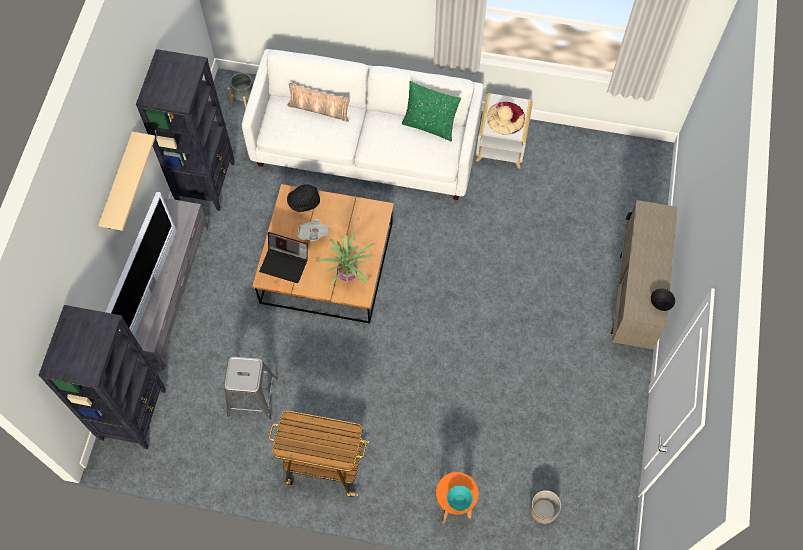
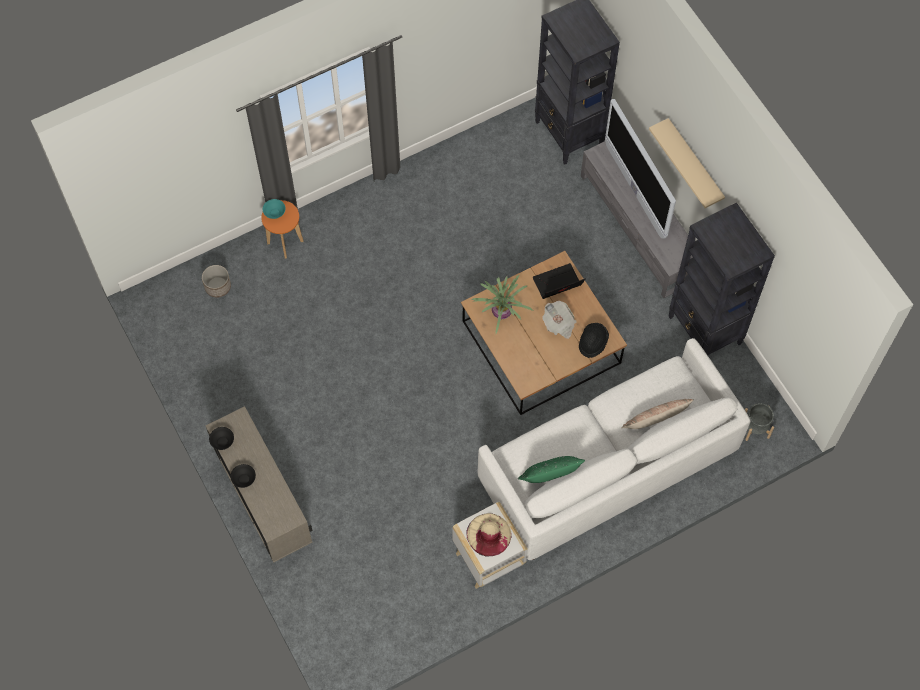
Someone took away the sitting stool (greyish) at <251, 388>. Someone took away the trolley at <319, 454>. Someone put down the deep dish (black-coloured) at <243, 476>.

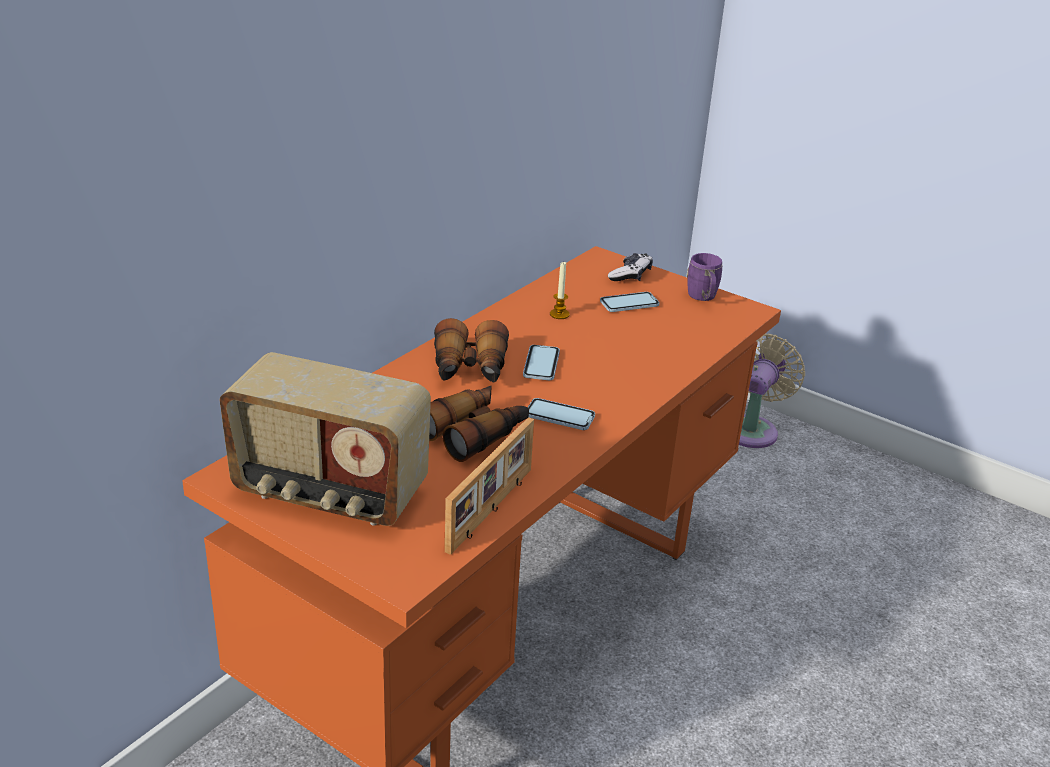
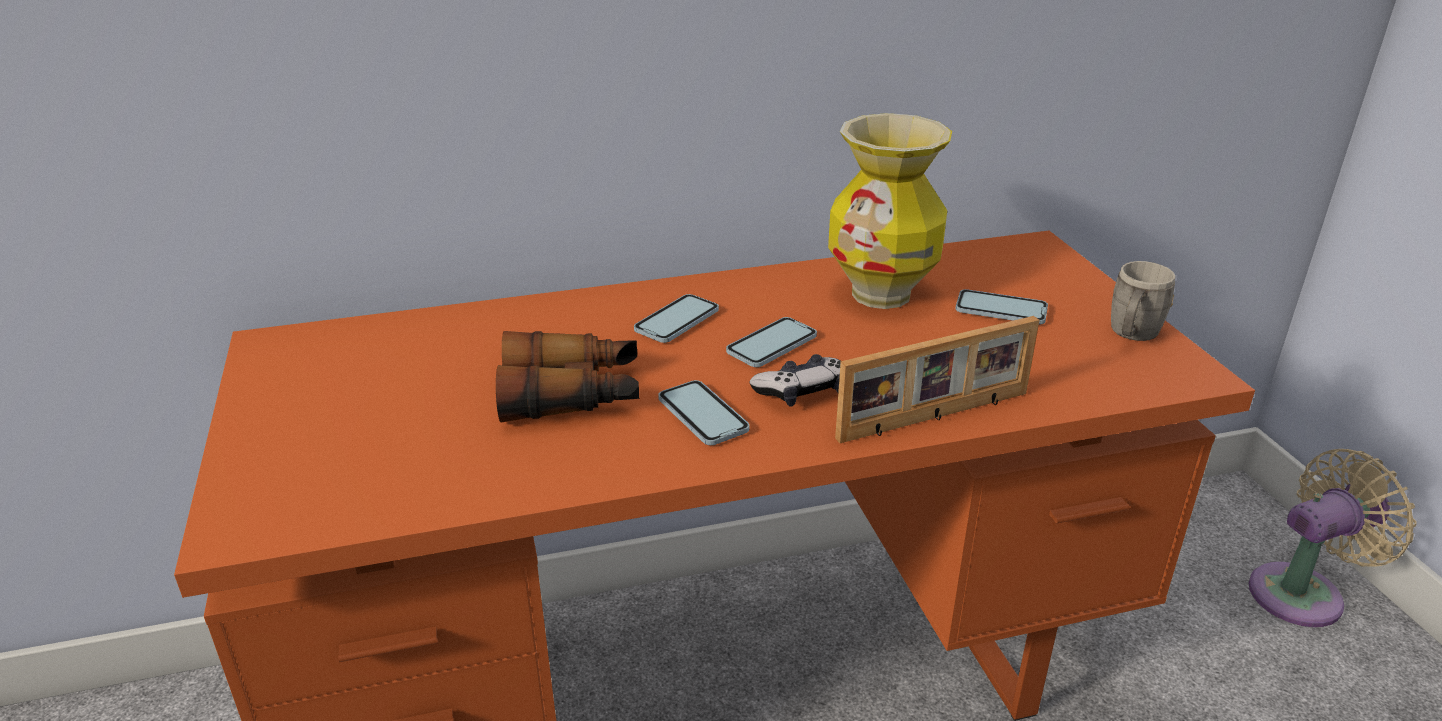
Someone took away the radio set at <325, 439>. Someone carried the standing frame from <489, 486> to <937, 379>. Someone carried the gamepad from <630, 267> to <795, 380>. Someone swapped the field glasses at <471, 350> for the telephone at <676, 318>. Someone swapped the wax light at <560, 290> for the vase at <890, 211>. Someone repainted the mug (purplish) at <704, 277>, which became the mug (greyish) at <1143, 301>.

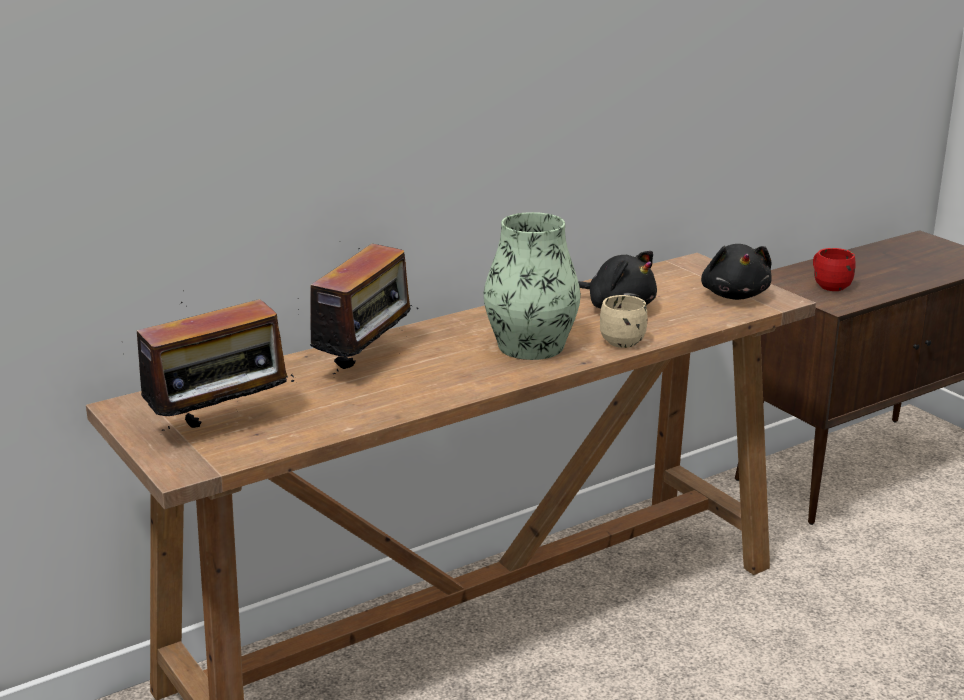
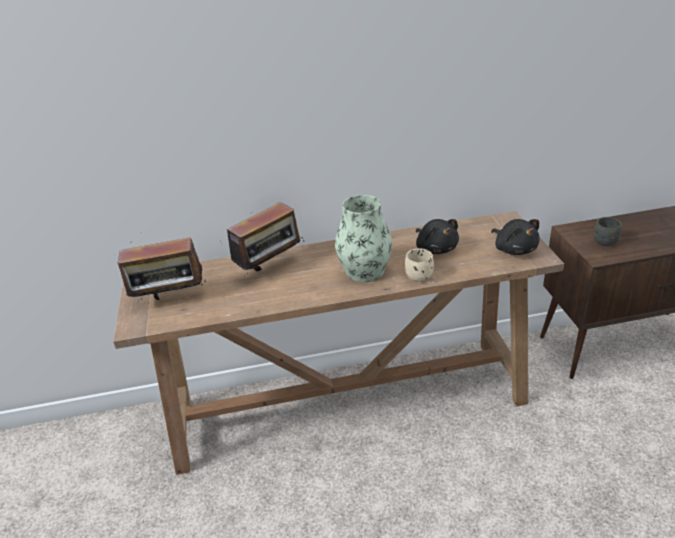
Someone repainted the mug (red-coloured) at <834, 269>, which became the mug (greyish) at <607, 231>. Someone rotated the plush toy (black-coloured) at <736, 272> by 45 degrees counterclockwise.

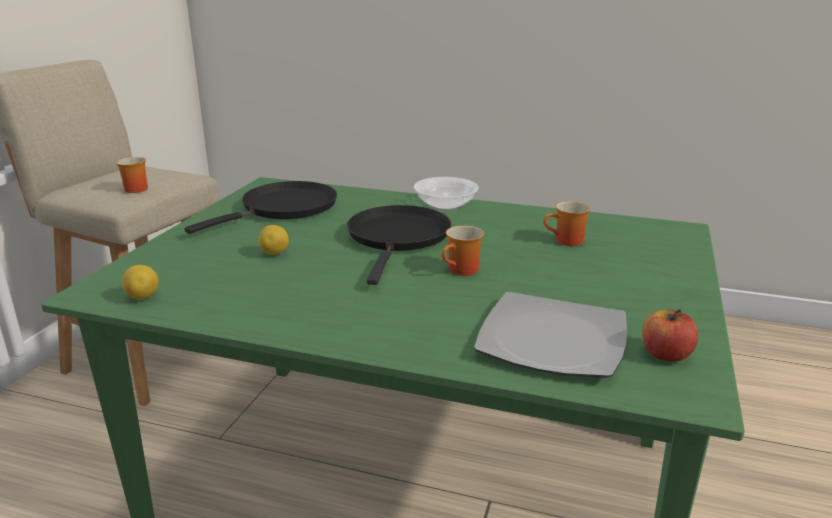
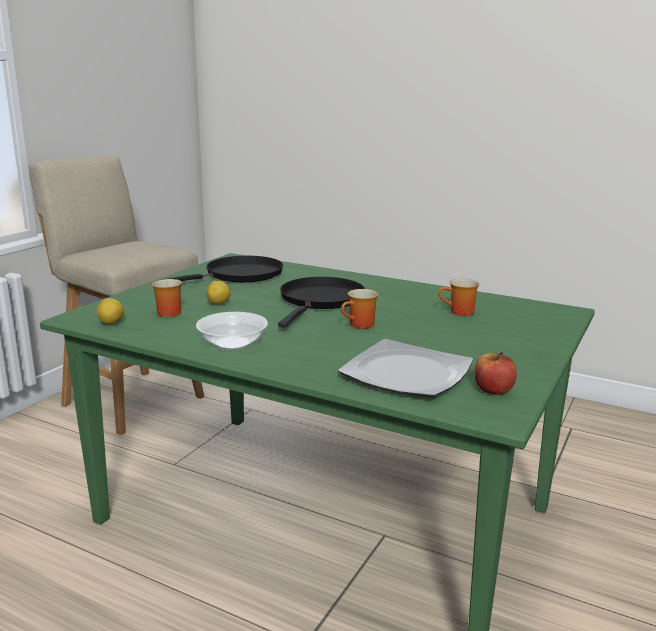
Someone carried the mug from <132, 175> to <167, 298>. Someone carried the deep dish from <446, 194> to <232, 331>.

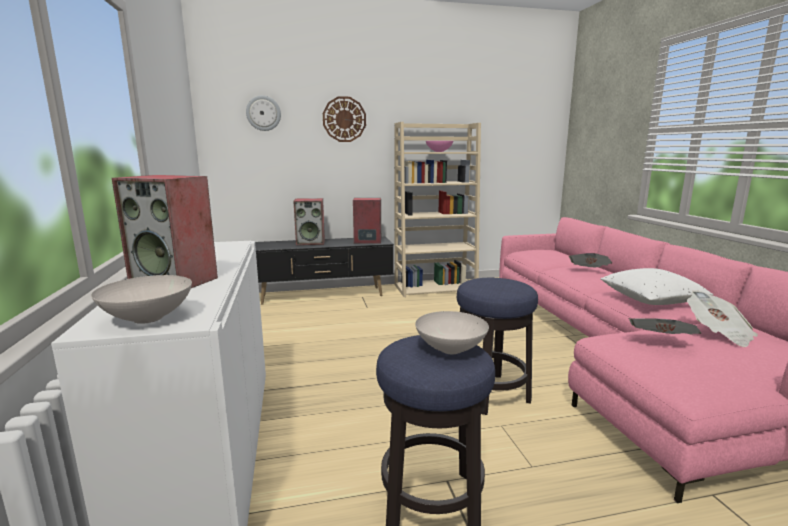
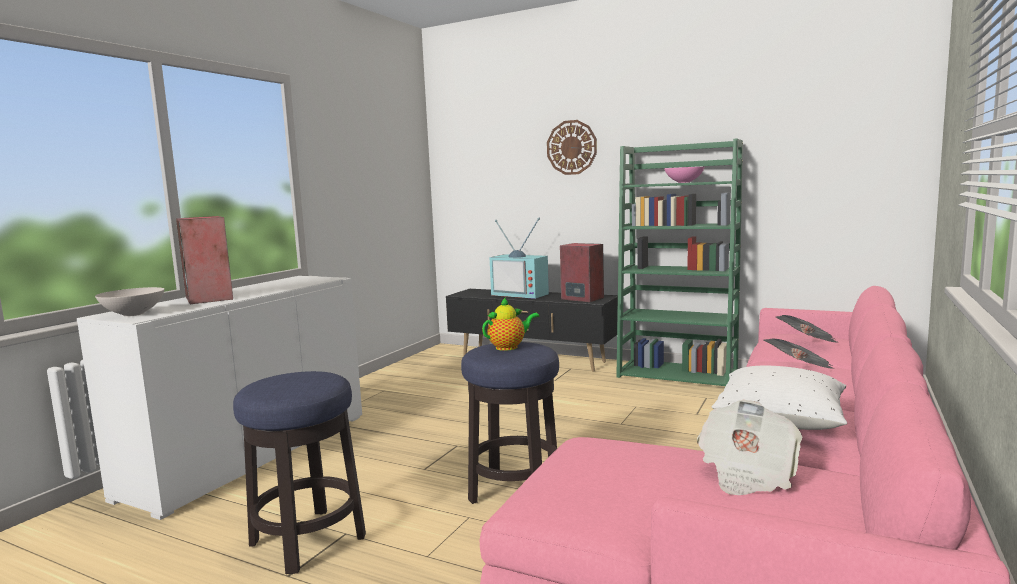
Someone took away the wall clock at <263, 113>. Someone took away the deep dish (white-coloured) at <452, 332>. Someone put down the pot for tea at <510, 324>. Someone carried the newspaper from <664, 326> to <806, 328>. Someone swapped the loudspeaker at <309, 221> for the TV set at <519, 258>. Someone repainted the bookshelf (beige) at <438, 209>, which became the bookshelf (green) at <679, 262>.

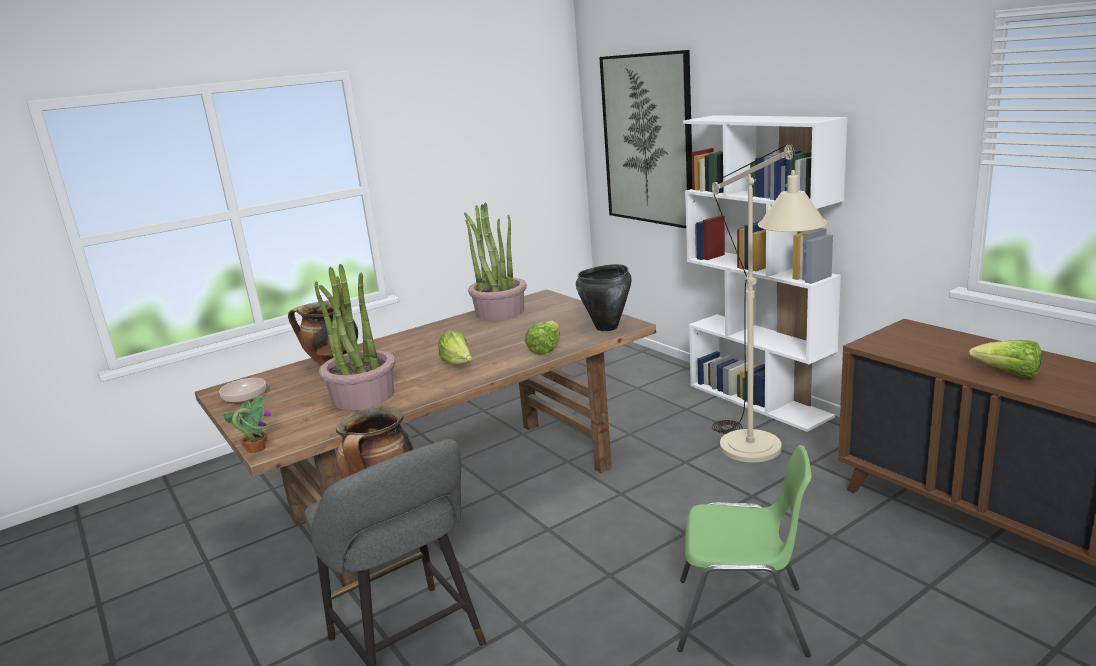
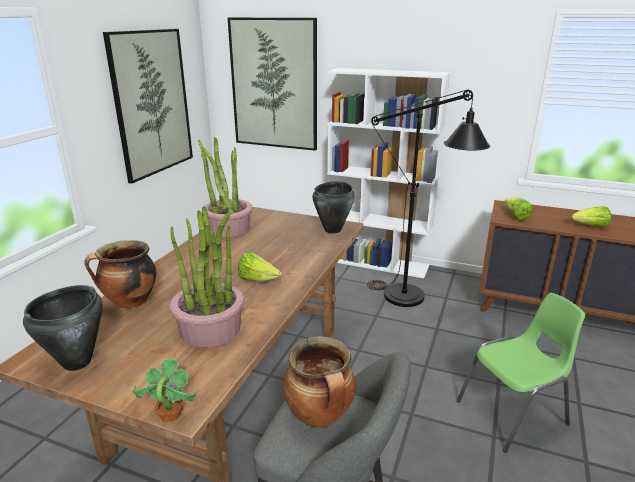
Someone put up the picture at <148, 106>. Someone carried the head of lettuce from <542, 337> to <518, 209>. Someone swapped the deep dish at <242, 391> for the cooking pot (black-coloured) at <63, 328>. Someone repainted the standard lamp (beige) at <769, 303>, which became the standard lamp (black-coloured) at <428, 198>.

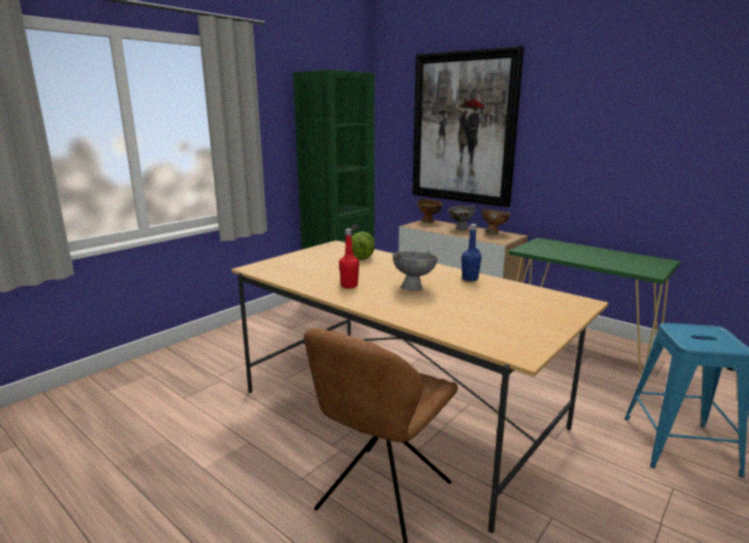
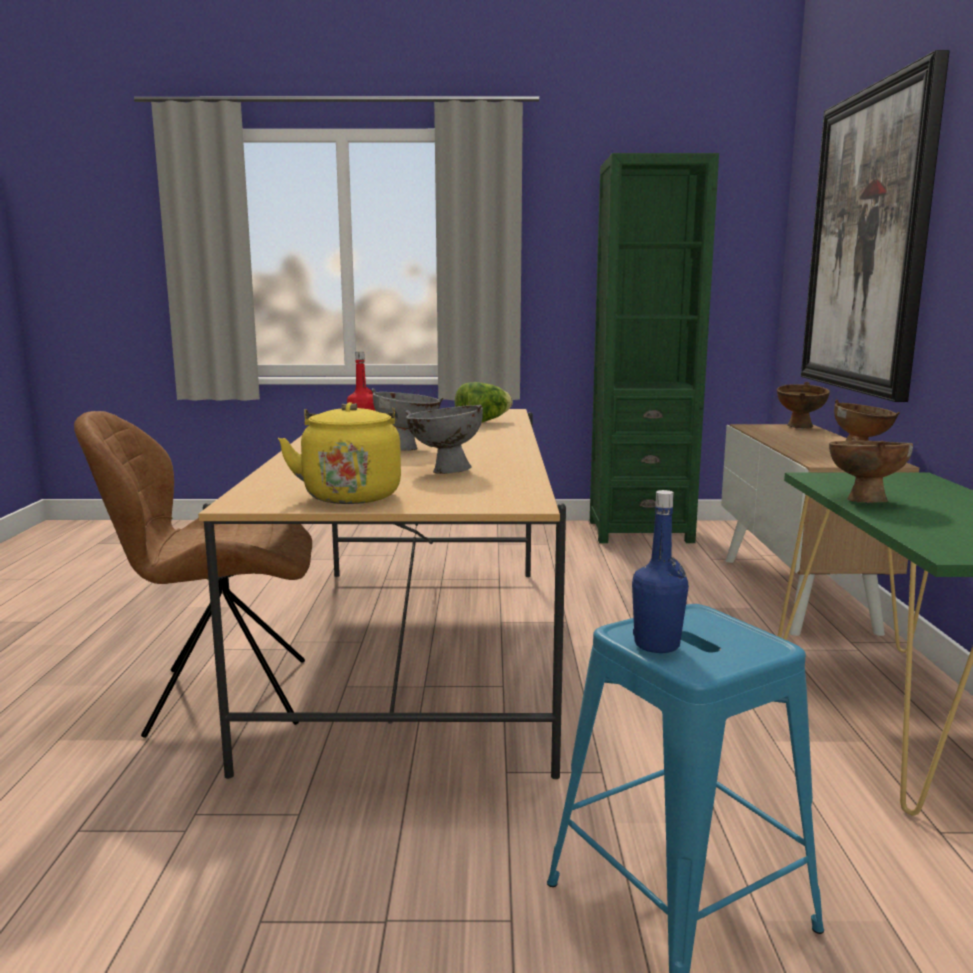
Someone put down the kettle (yellow) at <339, 453>. Someone put down the deep dish (brown) at <871, 469>. Someone carried the deep dish (greyish) from <461, 217> to <444, 439>. Someone carried the beverage bottle (blue-coloured) from <471, 252> to <660, 571>.

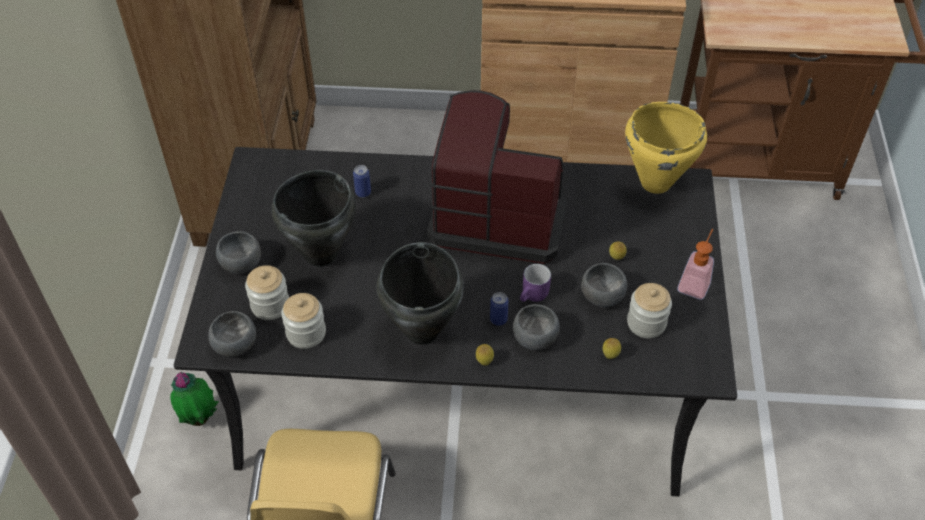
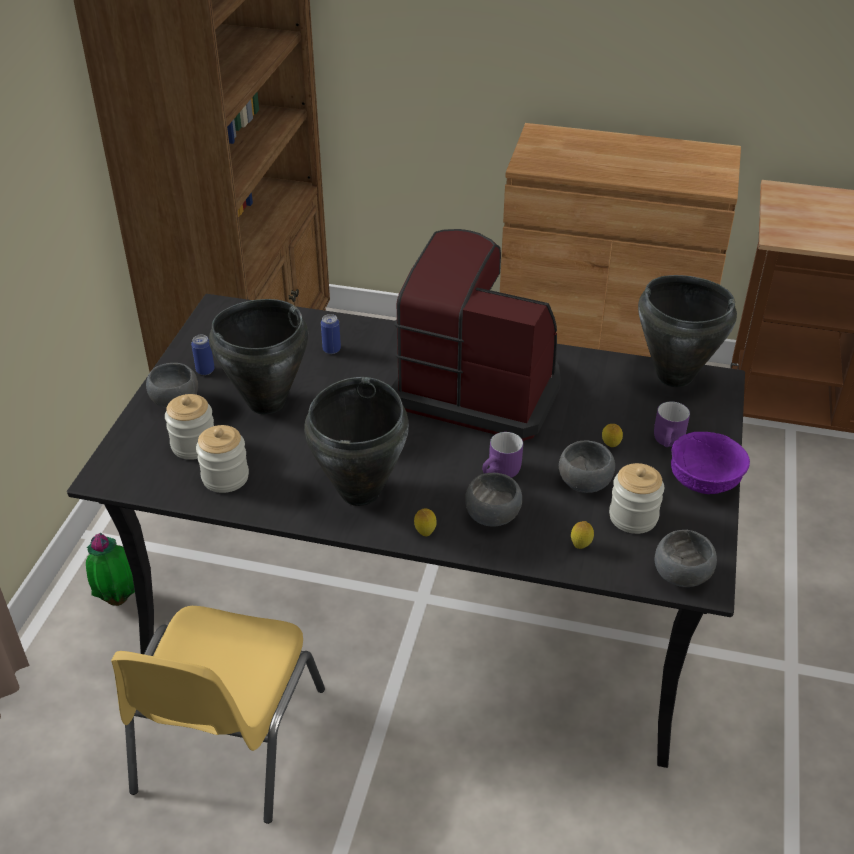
Someone put down the mug (purplish) at <672, 424>. Someone carried the deep dish (greyish) from <232, 334> to <686, 558>. Someone carried the can from <499, 309> to <203, 355>. Someone swapped the soap bottle at <695, 264> for the deep dish (purplish) at <710, 463>. Someone repainted the cooking pot (yellow) at <666, 148>, which became the cooking pot (black-coloured) at <687, 331>.

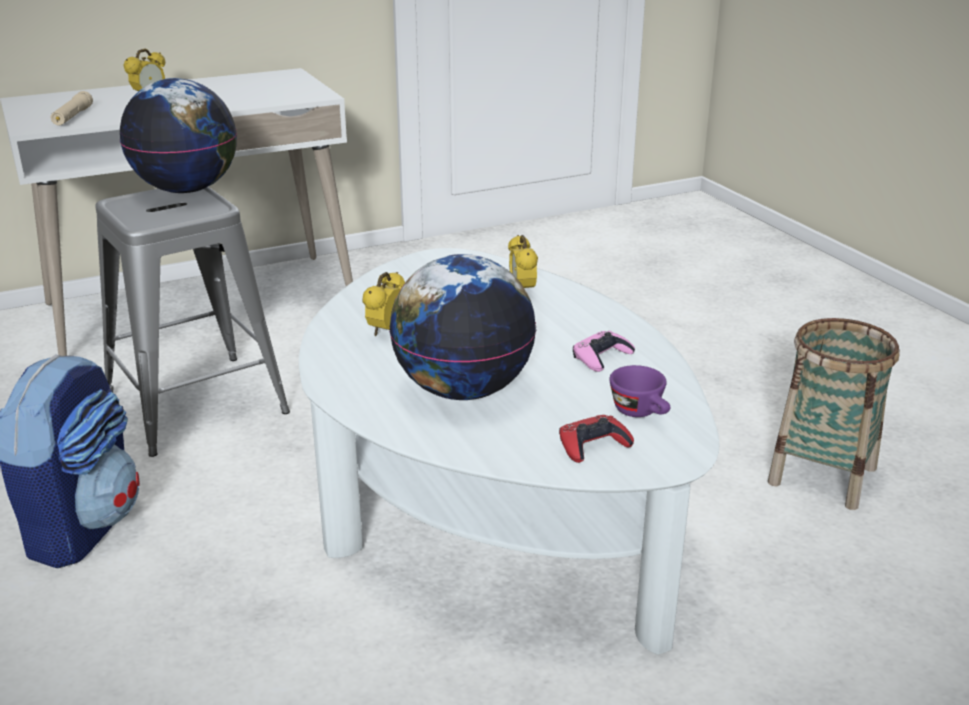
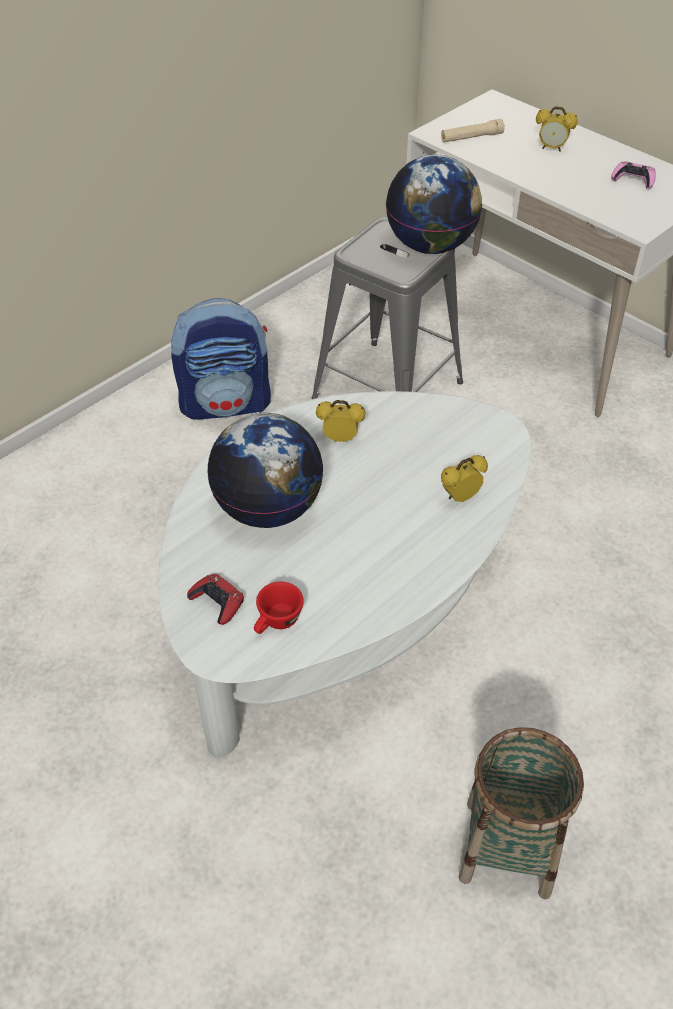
Someone carried the gamepad (pink) from <604, 351> to <633, 175>. Someone repainted the cup (purplish) at <639, 391>, which became the cup (red-coloured) at <279, 608>.

